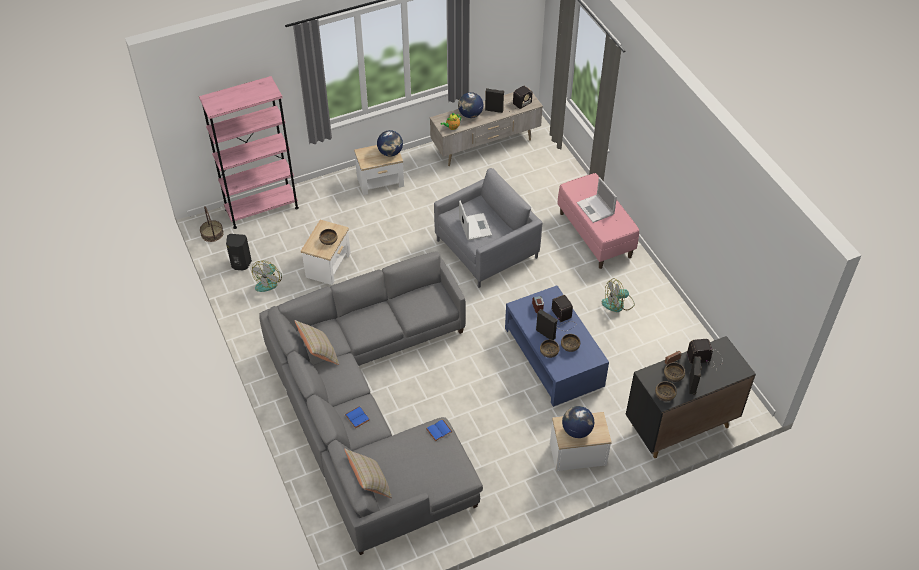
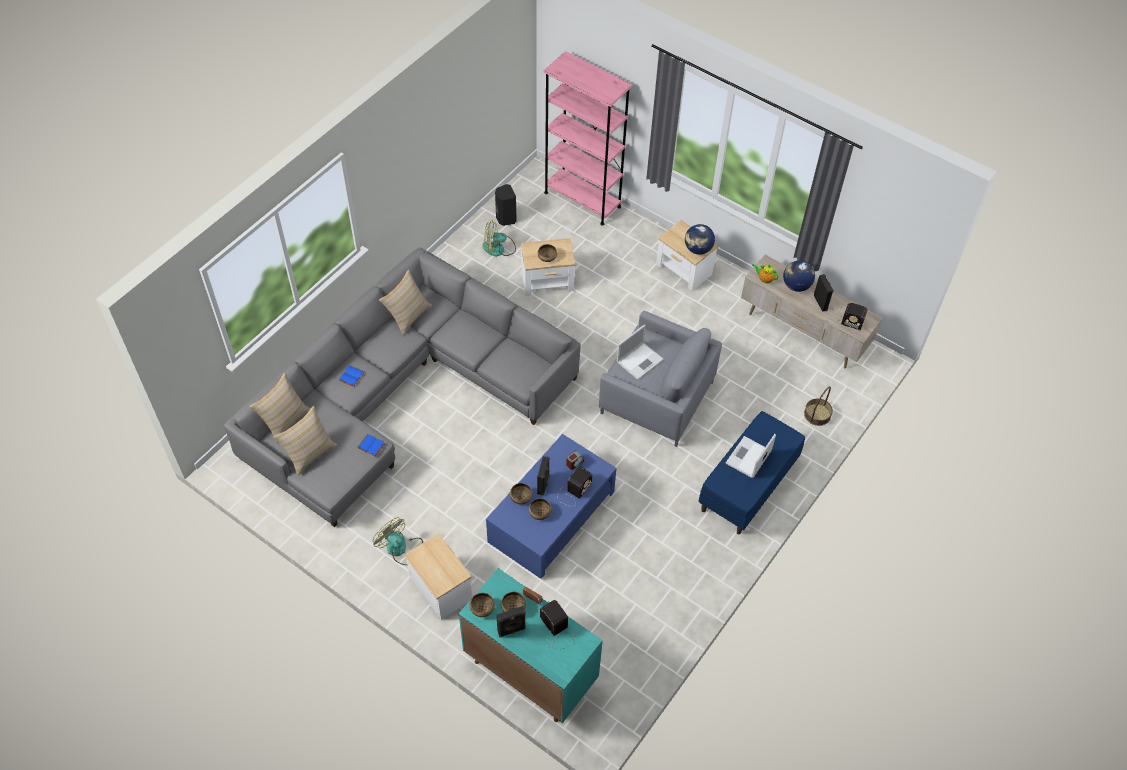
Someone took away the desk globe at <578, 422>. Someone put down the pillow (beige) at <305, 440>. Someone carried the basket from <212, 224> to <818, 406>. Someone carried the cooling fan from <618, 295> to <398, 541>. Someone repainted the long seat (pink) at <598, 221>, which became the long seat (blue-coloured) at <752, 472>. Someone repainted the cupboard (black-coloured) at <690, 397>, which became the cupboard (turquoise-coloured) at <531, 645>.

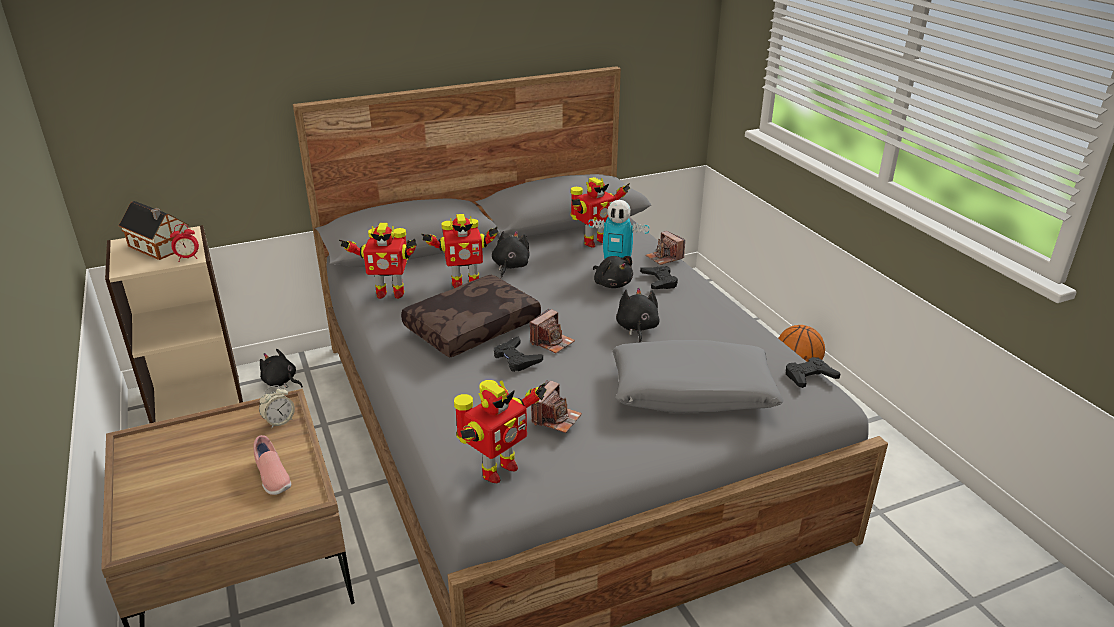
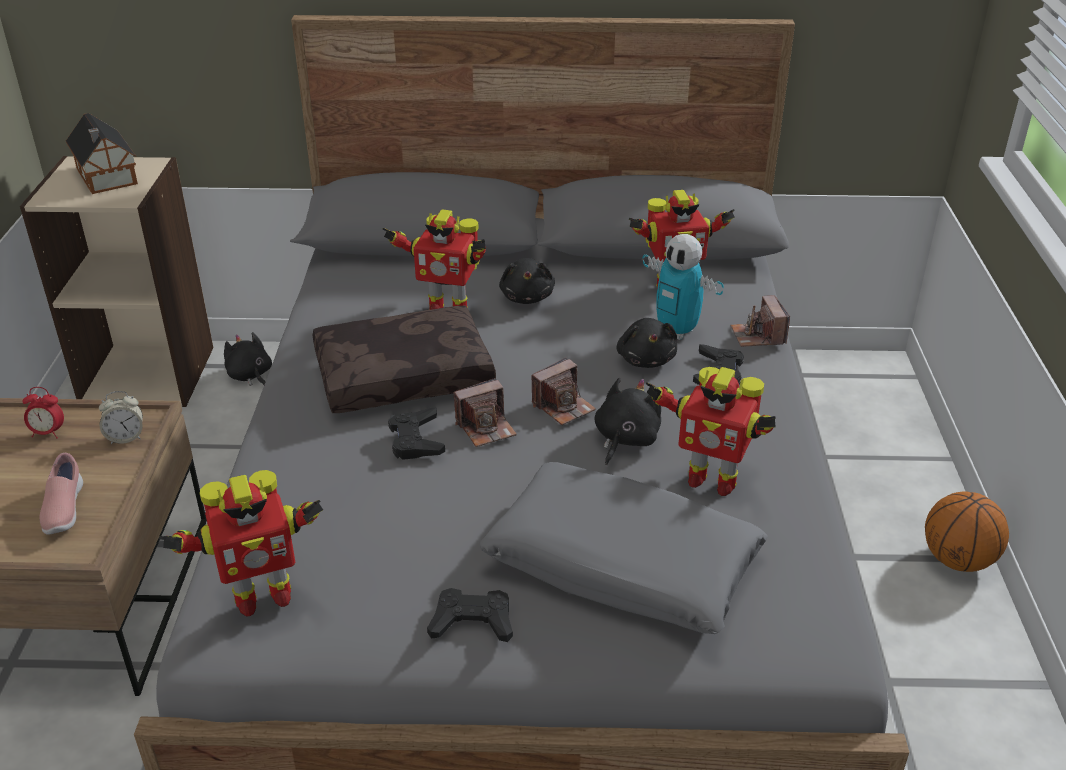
Someone carried the bedside clock from <184, 243> to <43, 412>. Someone carried the toy robot from <378, 261> to <711, 431>. Someone carried the still camera from <556, 406> to <563, 391>. Someone carried the gamepad (black-coloured) from <813, 372> to <470, 615>. Someone rotated the plush toy (black-coloured) at <511, 254> by 135 degrees clockwise.

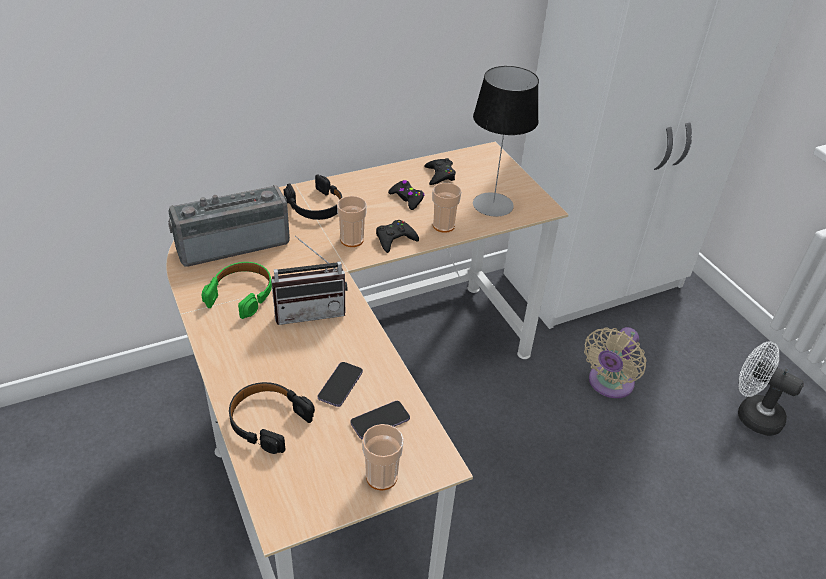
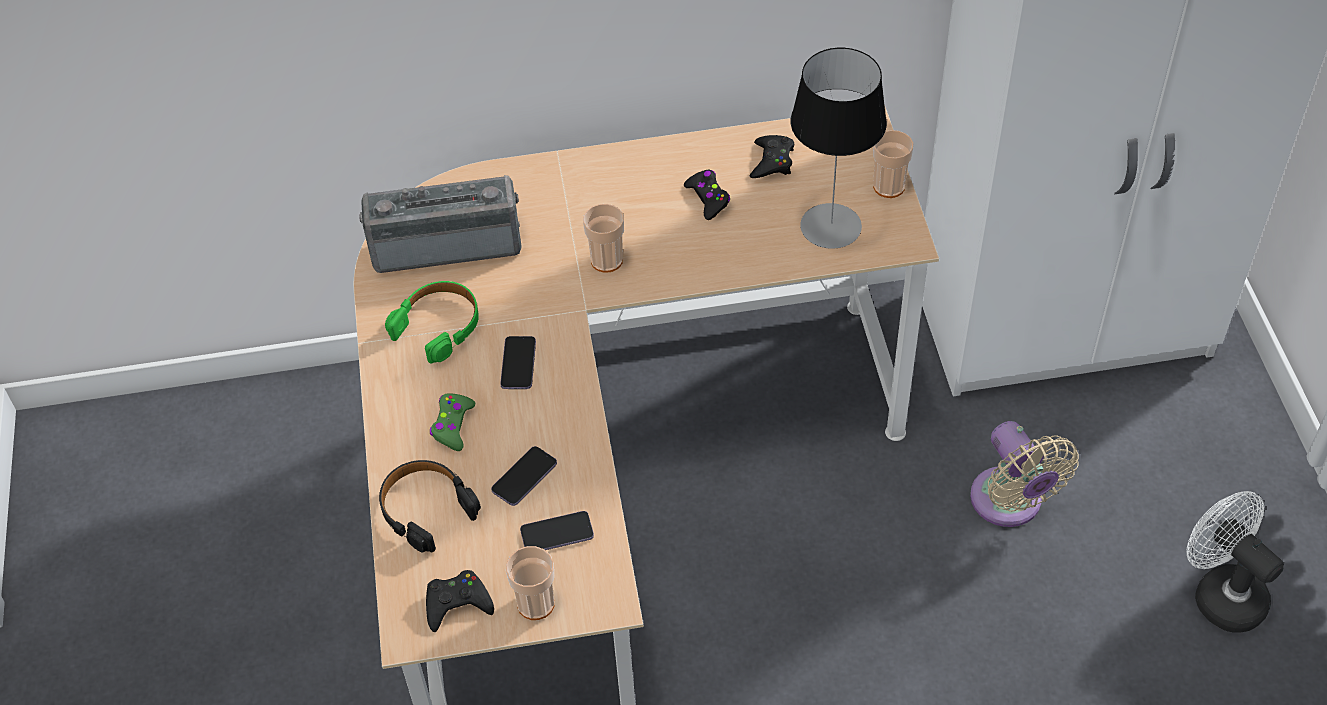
Someone took away the headset (black-coloured) at <313, 197>. Someone put down the gamepad (green) at <452, 422>. Someone carried the gamepad (black-coloured) from <397, 236> to <460, 601>. Someone carried the cup from <446, 207> to <893, 164>. Someone swapped the radio set at <309, 280> for the telephone at <518, 362>. Someone rotated the cooling fan (beige) at <615, 362> by 75 degrees counterclockwise.

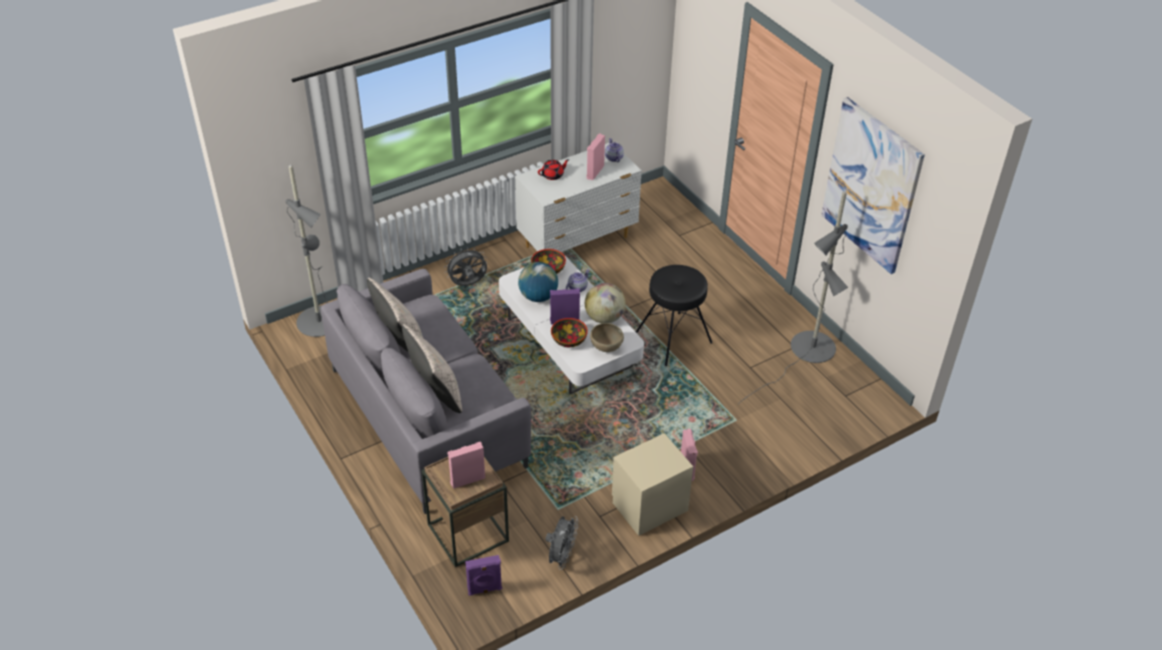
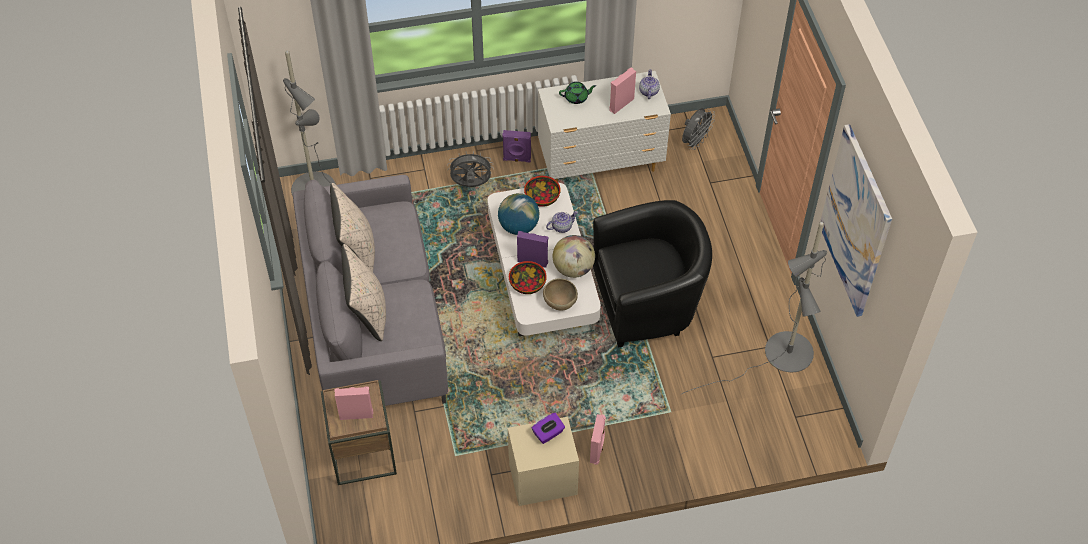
Someone put down the tissue box (purplish) at <548, 428>. Someone carried the loudspeaker (purplish) from <483, 575> to <516, 146>. Someone carried the cooling fan (greyish) from <562, 543> to <698, 129>. Someone swapped the sitting stool (black-coloured) at <674, 315> for the easy chair (black-coloured) at <652, 274>. Someone repainted the pot for tea (red-coloured) at <554, 169>, which became the pot for tea (green) at <577, 93>.

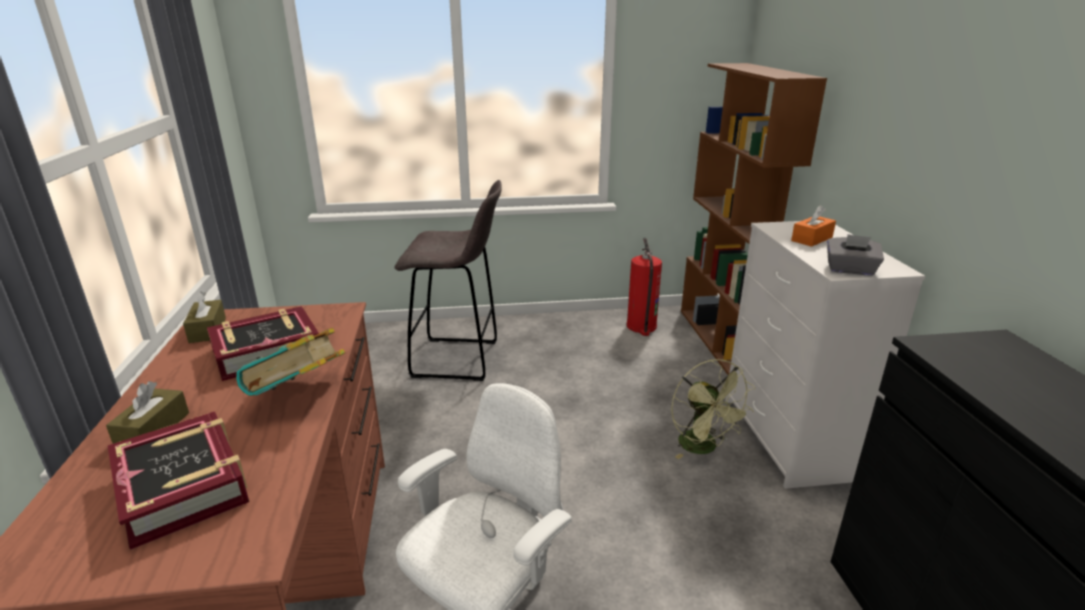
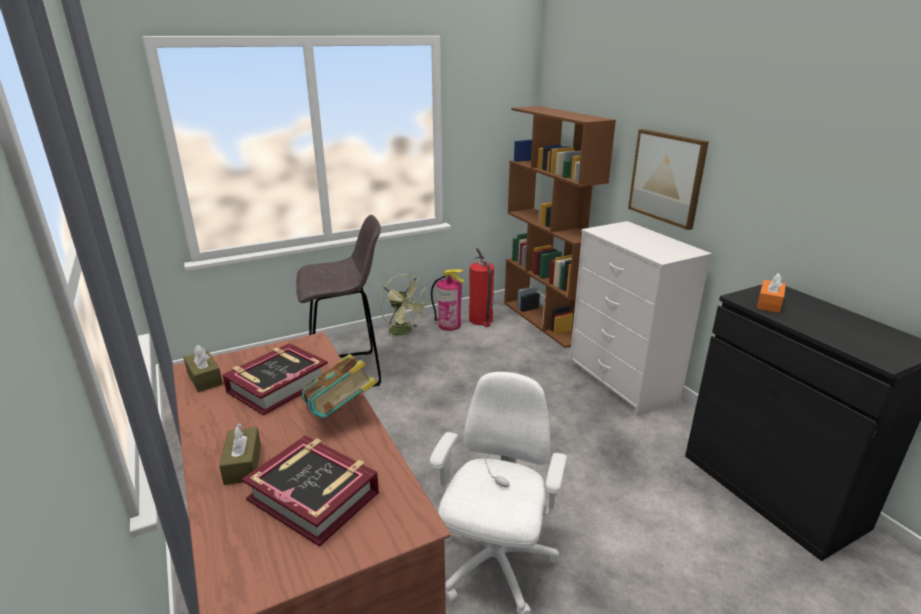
Someone took away the tissue box (greyish) at <855, 255>. Someone put down the fire extinguisher at <448, 300>. Someone put up the picture at <668, 179>. Someone carried the cooling fan (green) from <713, 409> to <404, 307>. Someone carried the tissue box (orange) from <813, 226> to <771, 293>.

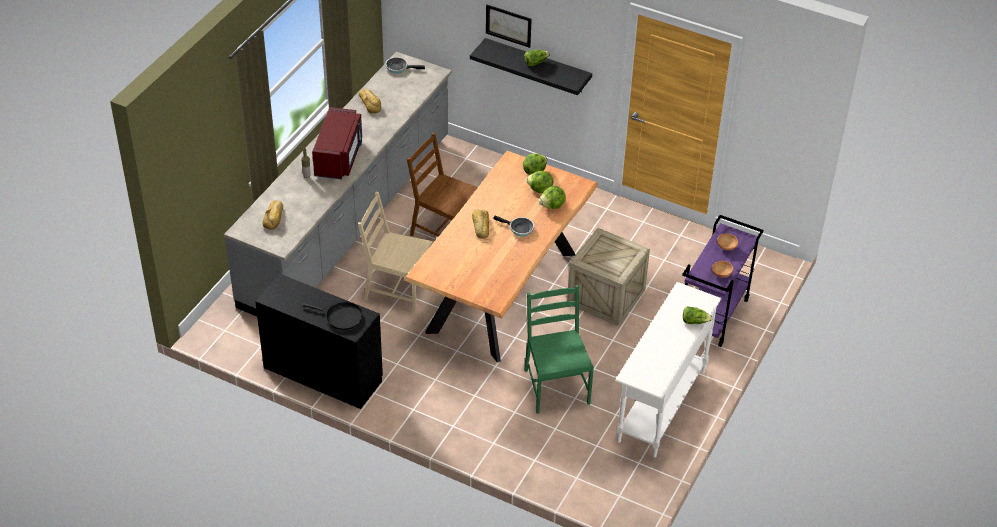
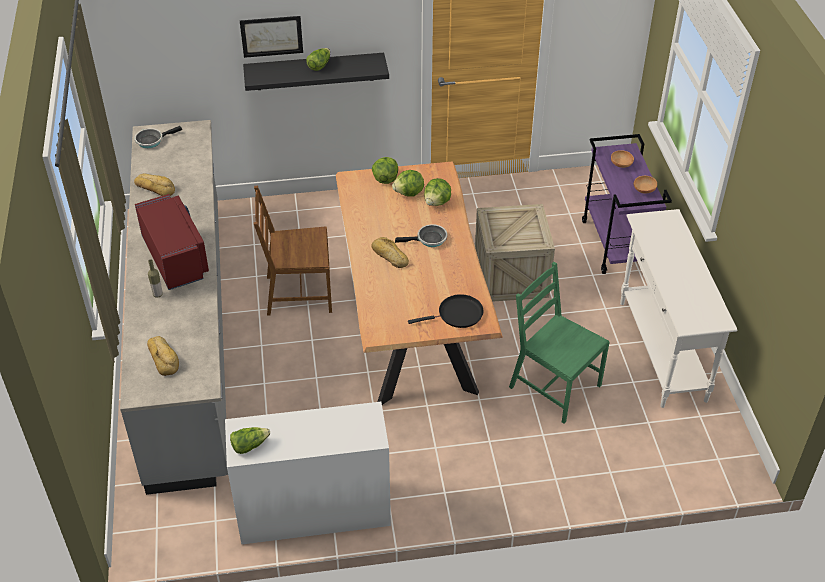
Someone took away the plain chair (beige) at <395, 253>. Someone carried the frying pan (black-coloured) from <332, 316> to <445, 311>. Someone carried the head of lettuce from <698, 315> to <250, 440>. Someone repainted the desk (black-coloured) at <319, 341>, which became the desk (white-coloured) at <308, 473>.

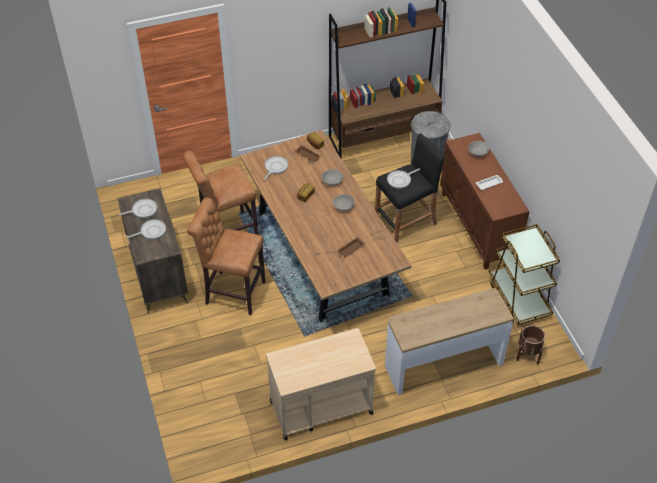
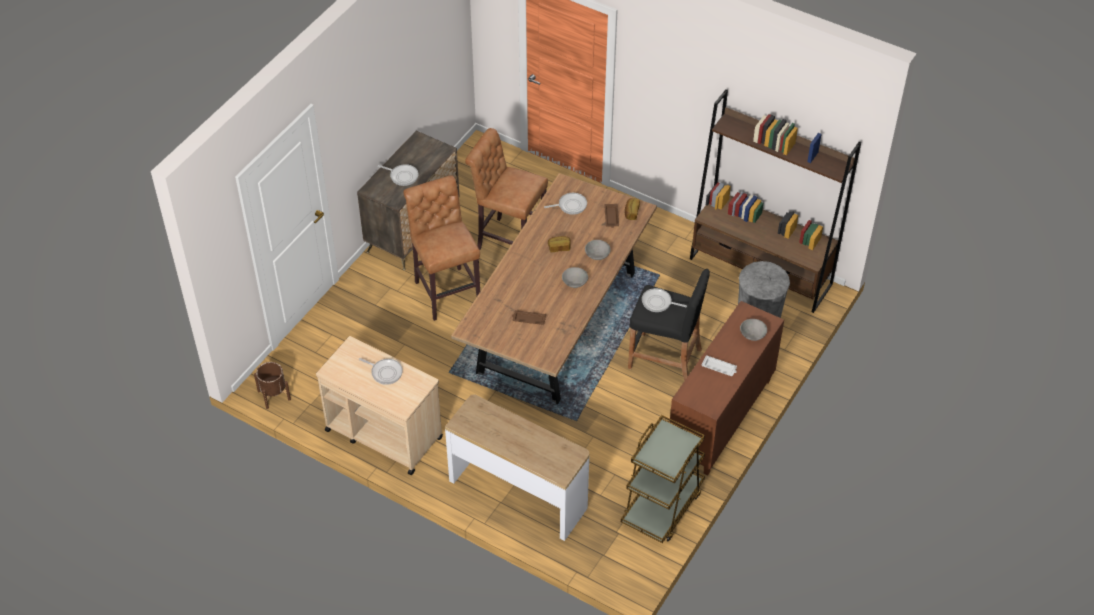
Someone carried the frying pan from <138, 208> to <381, 371>. Someone carried the plant pot (brown) from <530, 345> to <272, 385>.

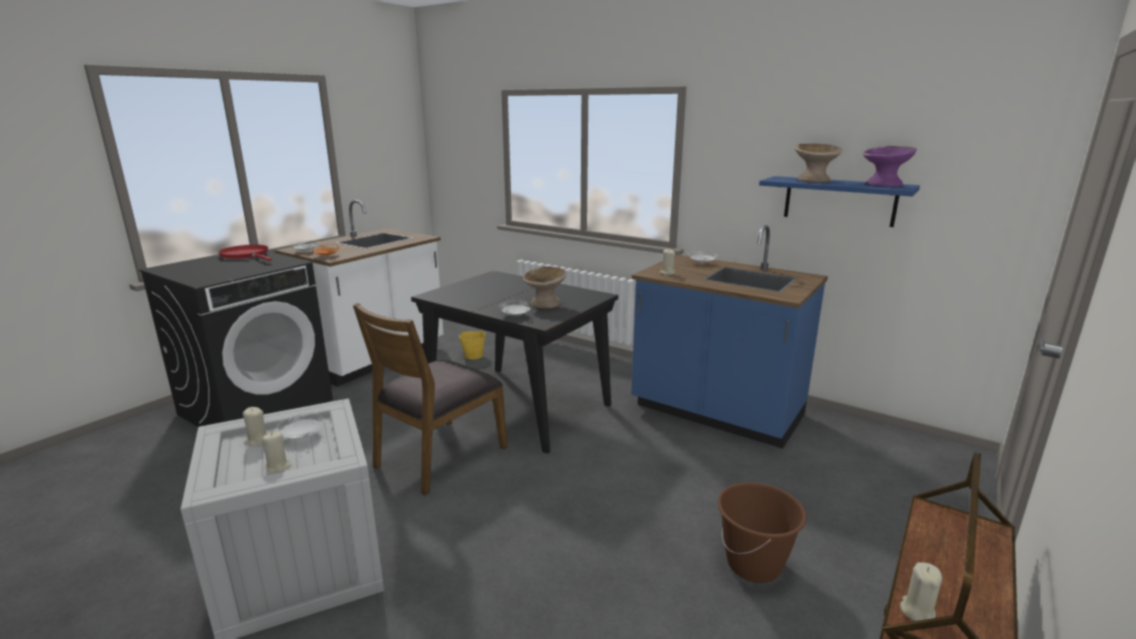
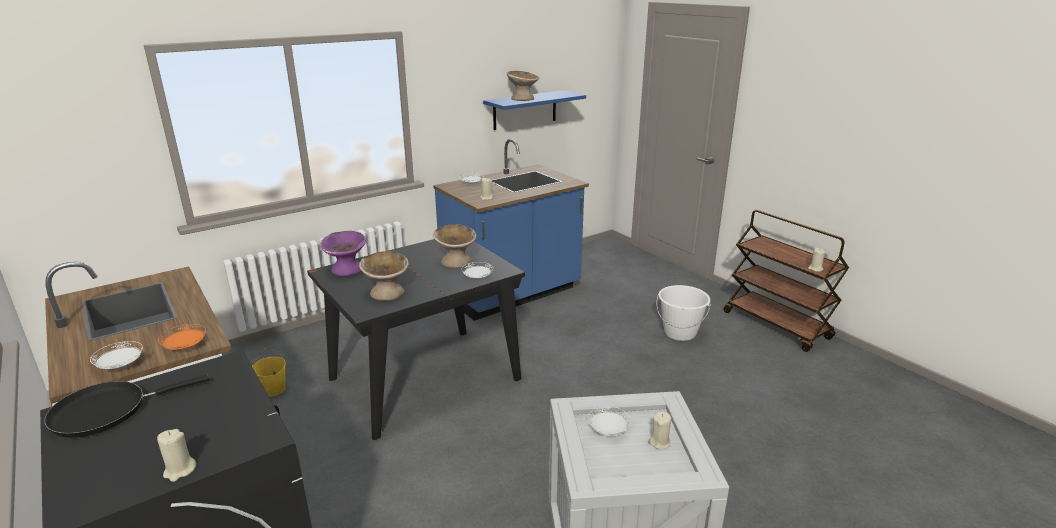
Someone took away the plain chair (brown) at <430, 399>. Someone put down the deep dish (beige) at <384, 276>. Someone carried the wax light (beige) from <255, 426> to <177, 455>. Someone carried the deep dish (purplish) from <890, 166> to <343, 253>. Someone repainted the frying pan (red-coloured) at <245, 253>, which became the frying pan (black-coloured) at <126, 406>. Someone repainted the bucket (brown) at <762, 532>, which became the bucket (white-coloured) at <683, 313>.

